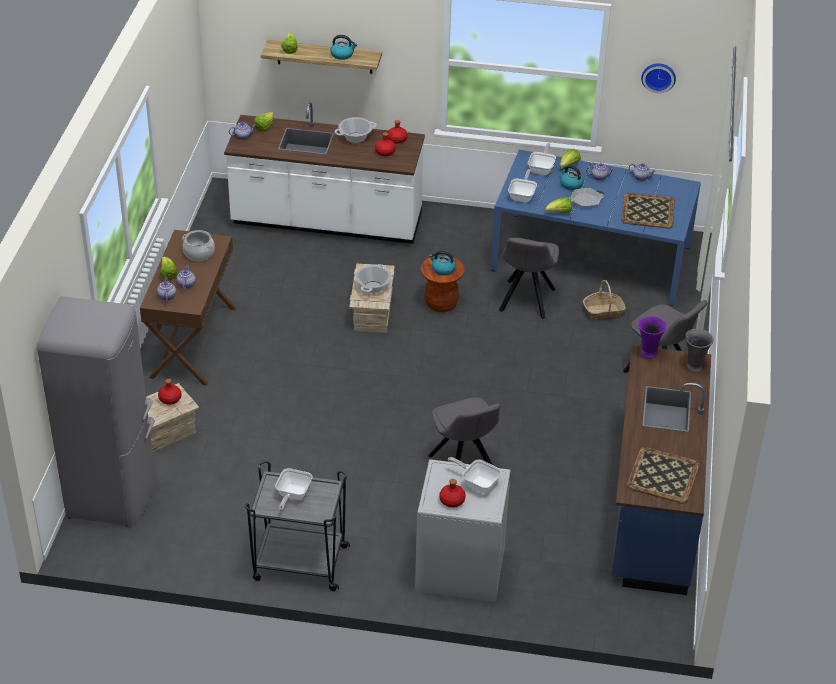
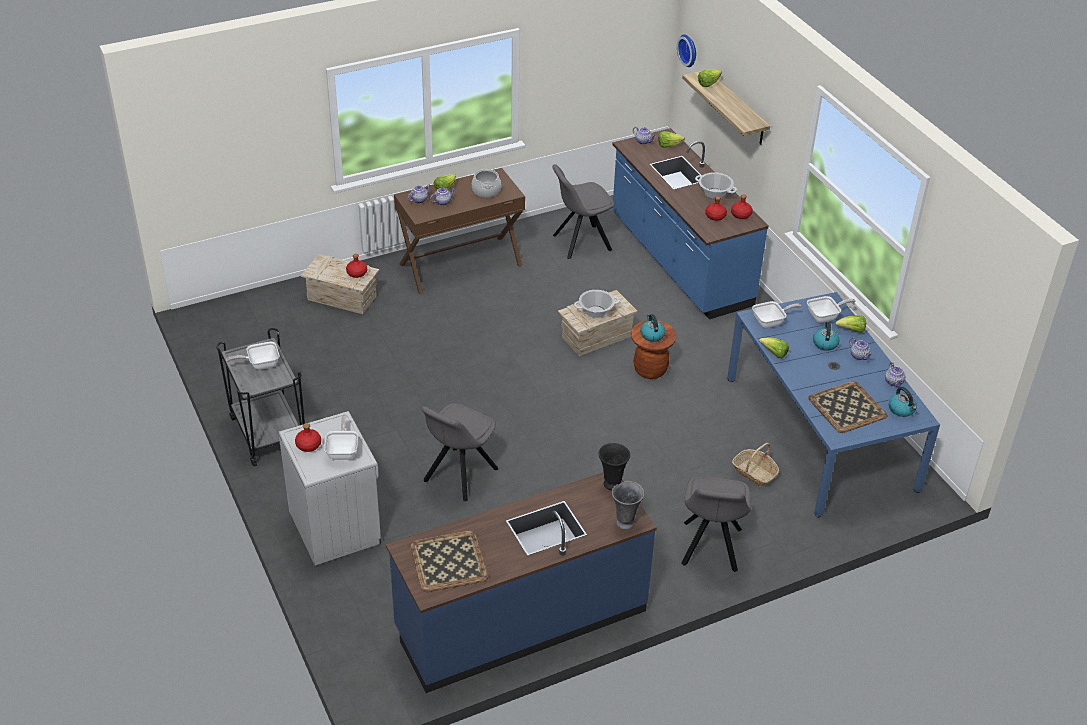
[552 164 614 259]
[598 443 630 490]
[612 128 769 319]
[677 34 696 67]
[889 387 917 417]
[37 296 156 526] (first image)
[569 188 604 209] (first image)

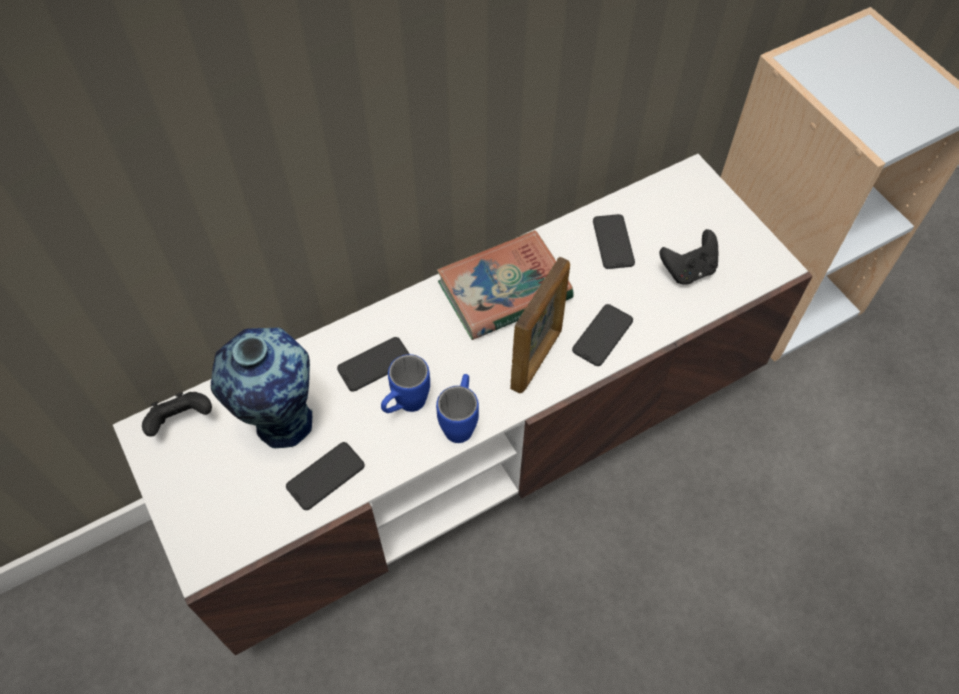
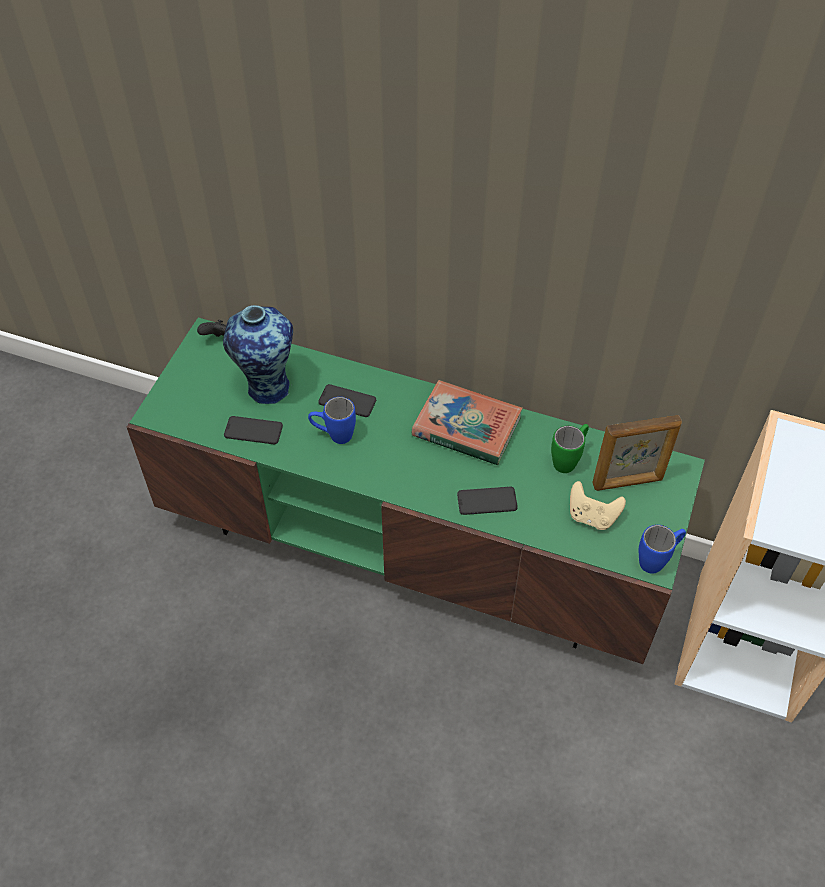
[127 318 705 664]
[551 424 589 473]
[570 481 626 530]
[592 415 682 491]
[639 525 686 574]

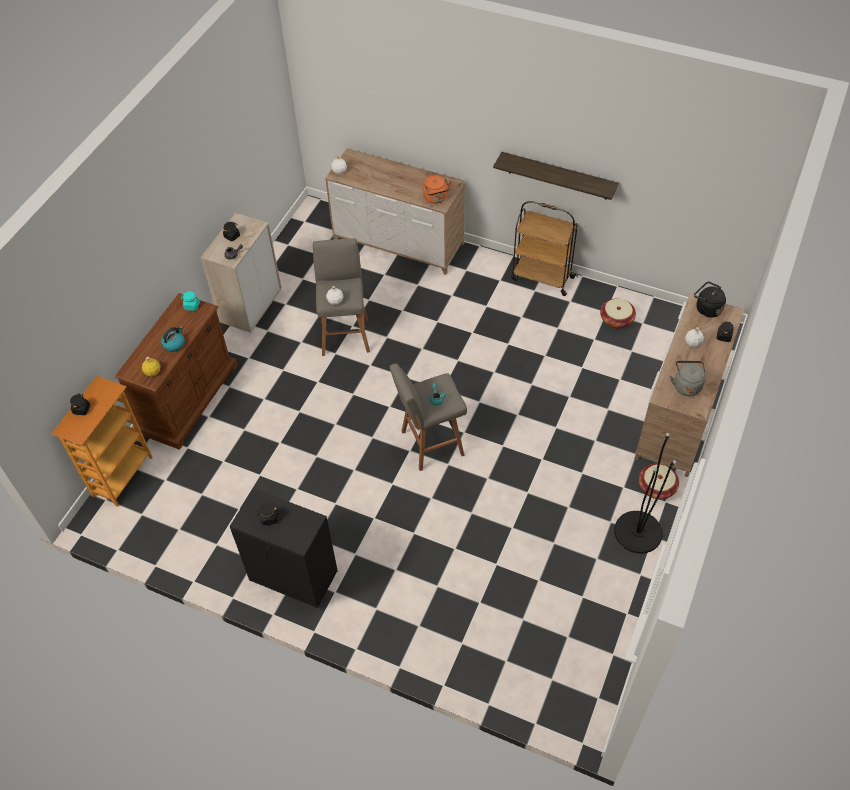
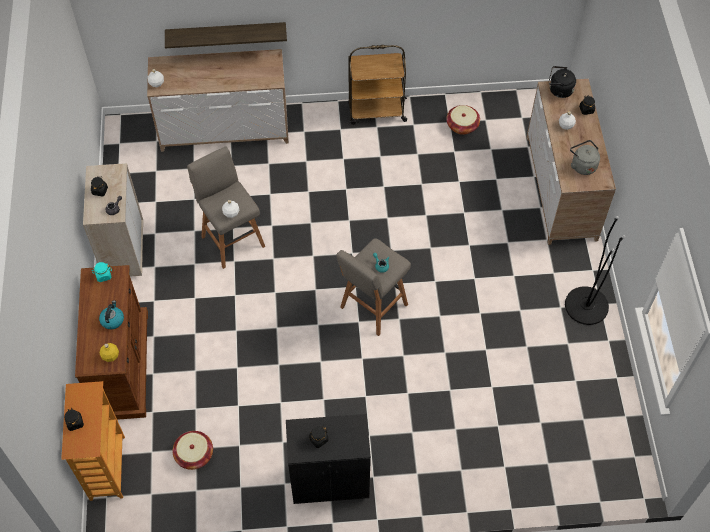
[165 22 287 48]
[173 431 213 470]
[423 175 452 204] (first image)

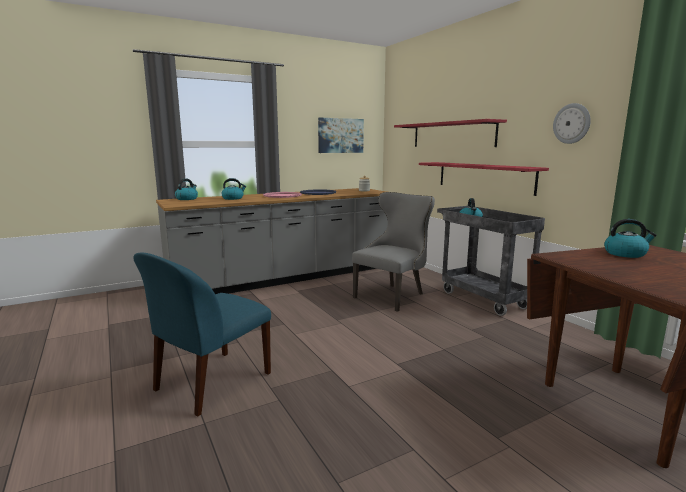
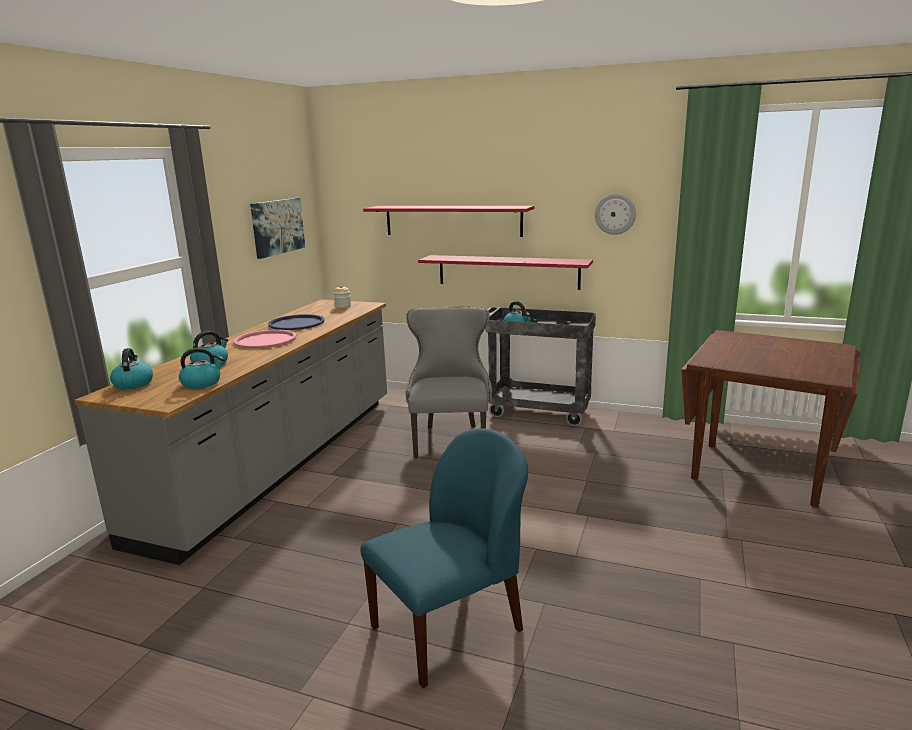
[179 348 225 389]
[360 428 528 688]

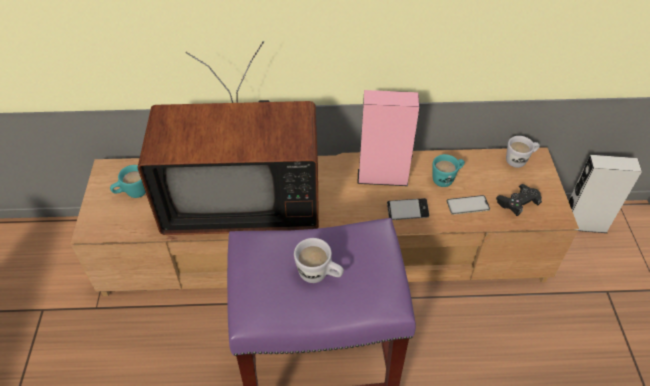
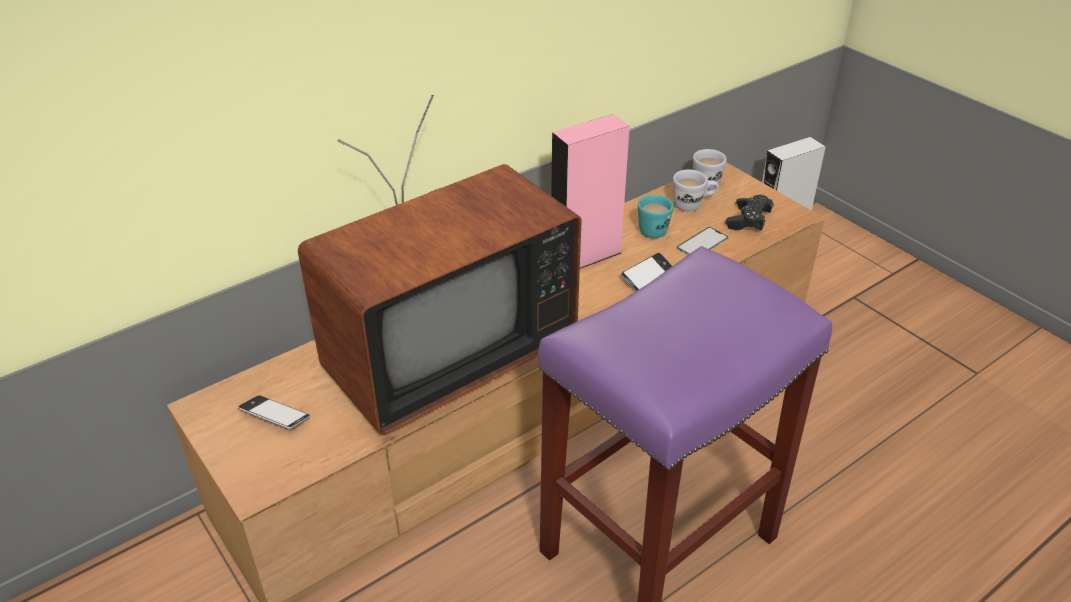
[238 395 310 429]
[673 170 719 211]

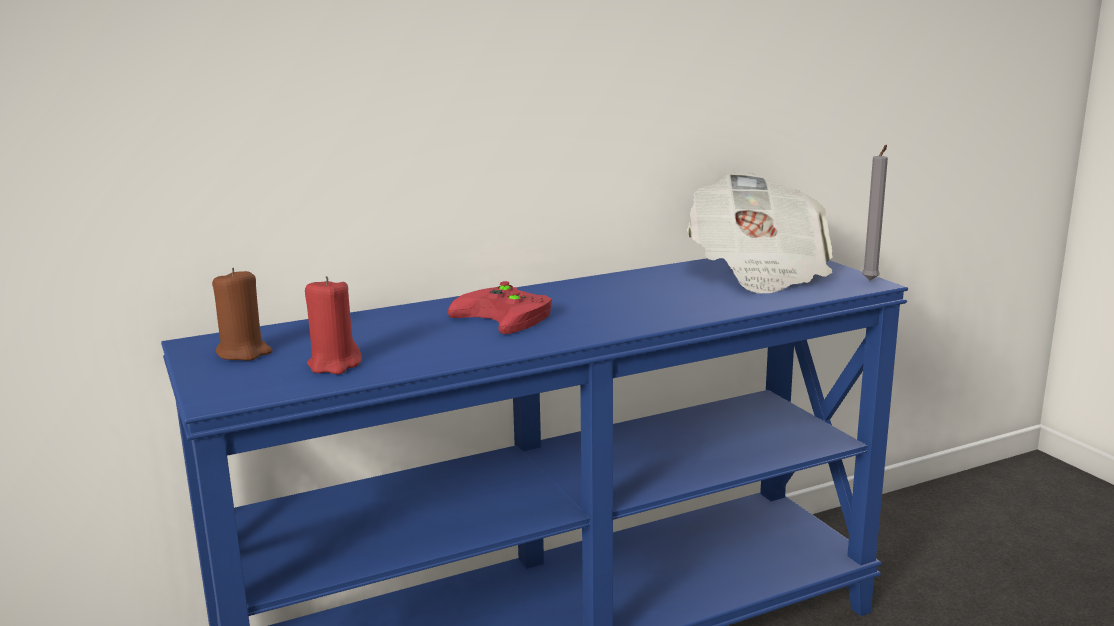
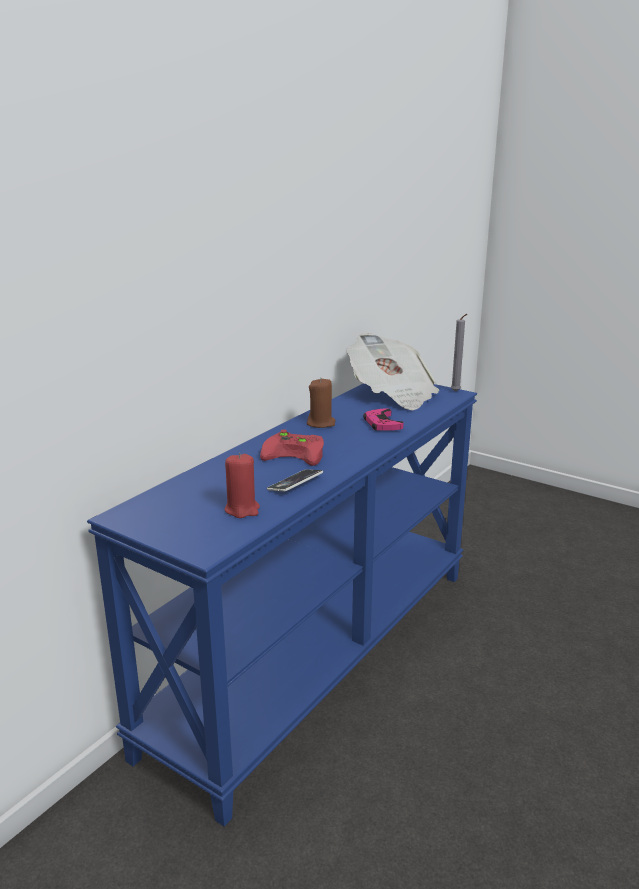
[267 469 323 491]
[307 378 336 428]
[363 408 403 431]

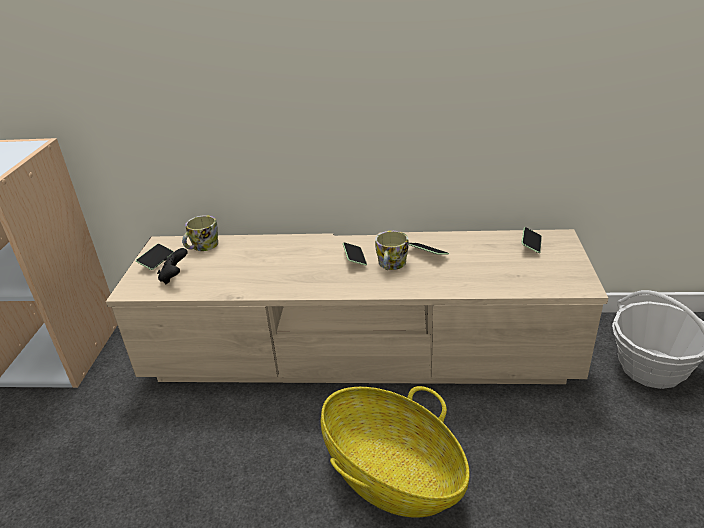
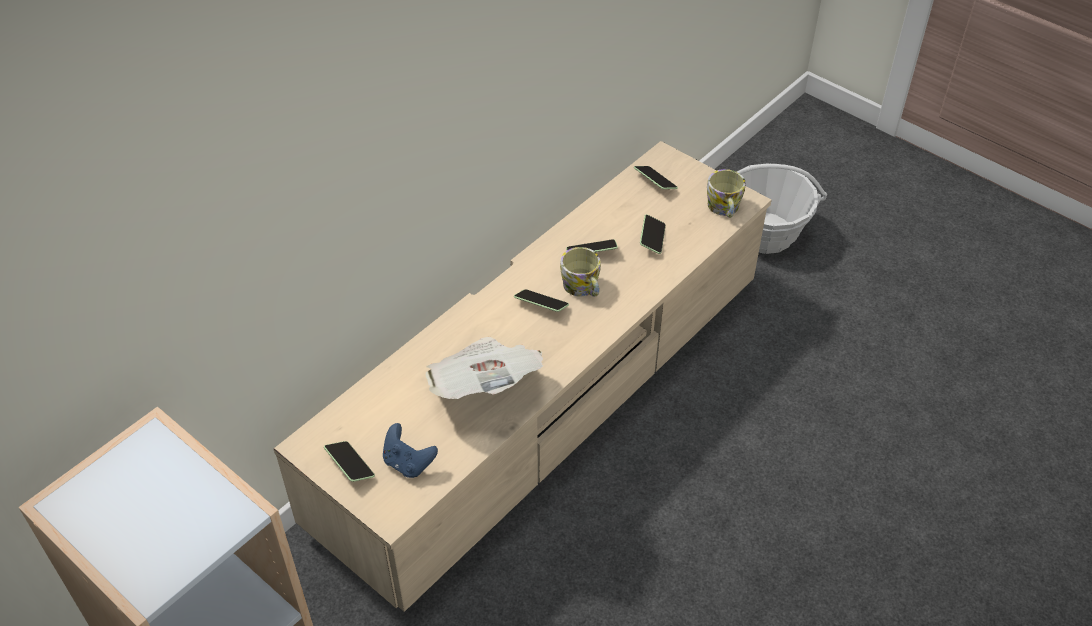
[383 423 438 478]
[426 337 543 399]
[640 214 666 254]
[707 169 746 218]
[321 386 470 518] (first image)

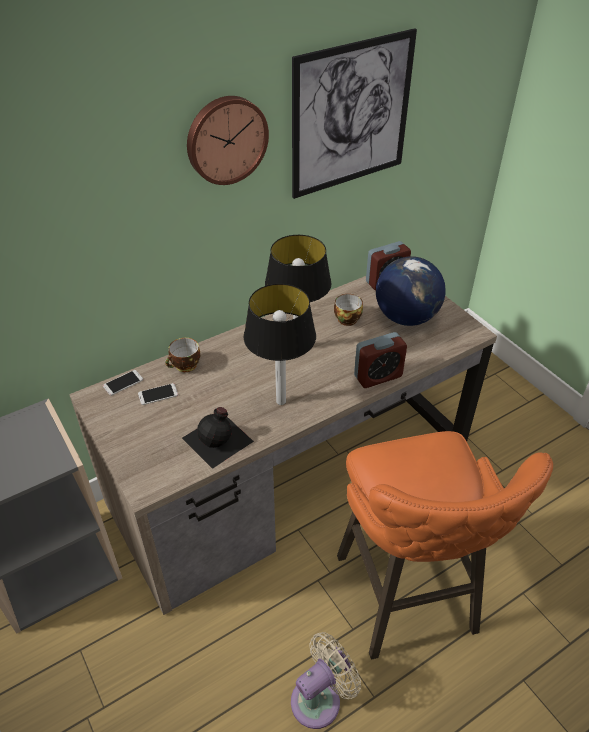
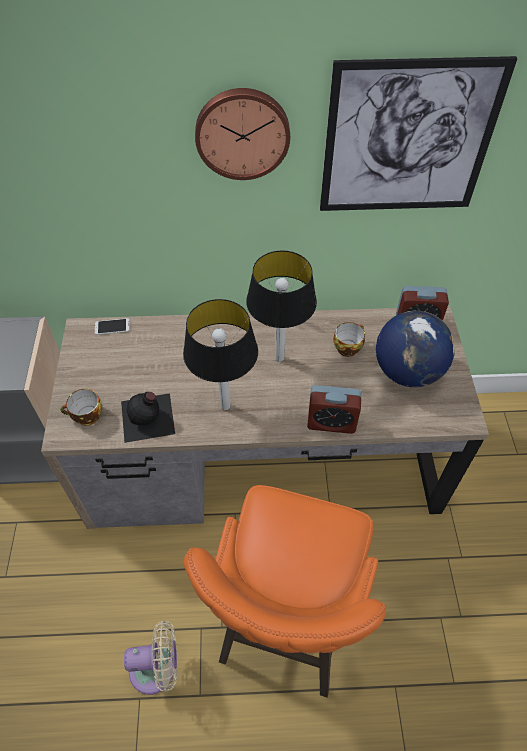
[60 389 102 426]
[138 383 178 405] (first image)

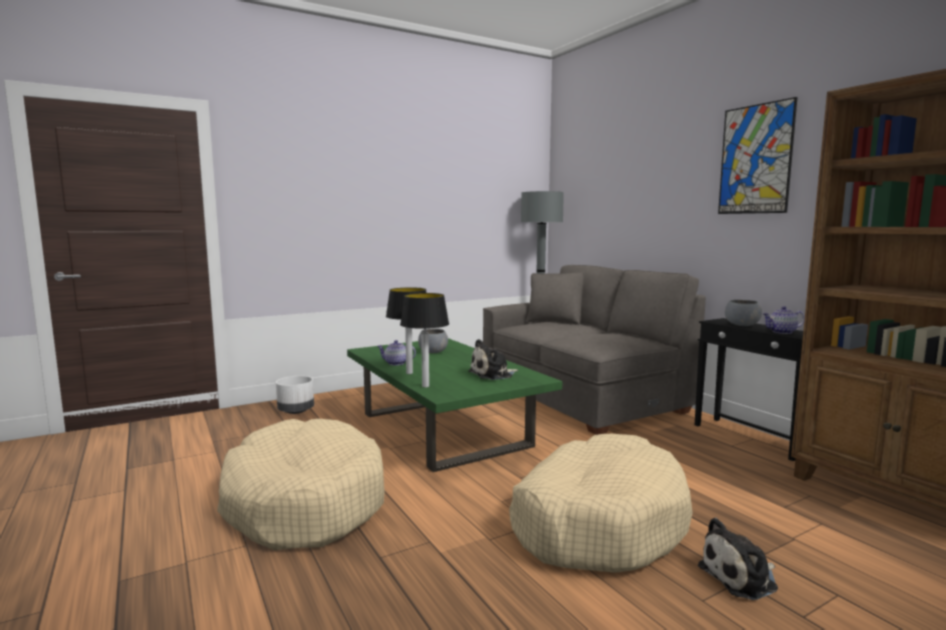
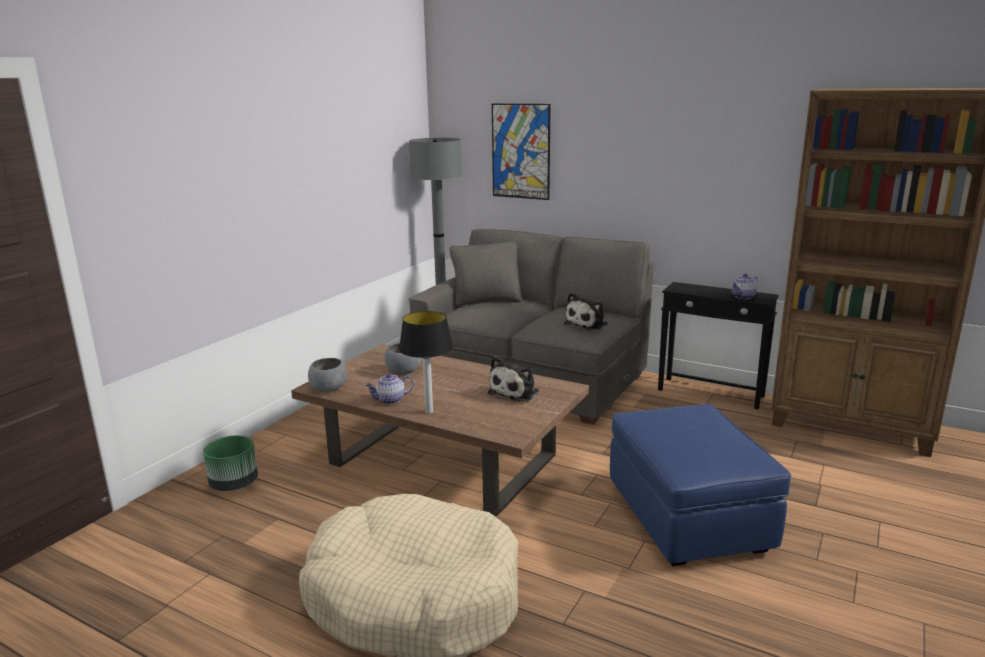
[203 435 258 491]
[291 344 589 516]
[308 358 347 392]
[492 104 551 200]
[564 293 608 330]
[610 404 791 566]
[400 293 449 388] (first image)

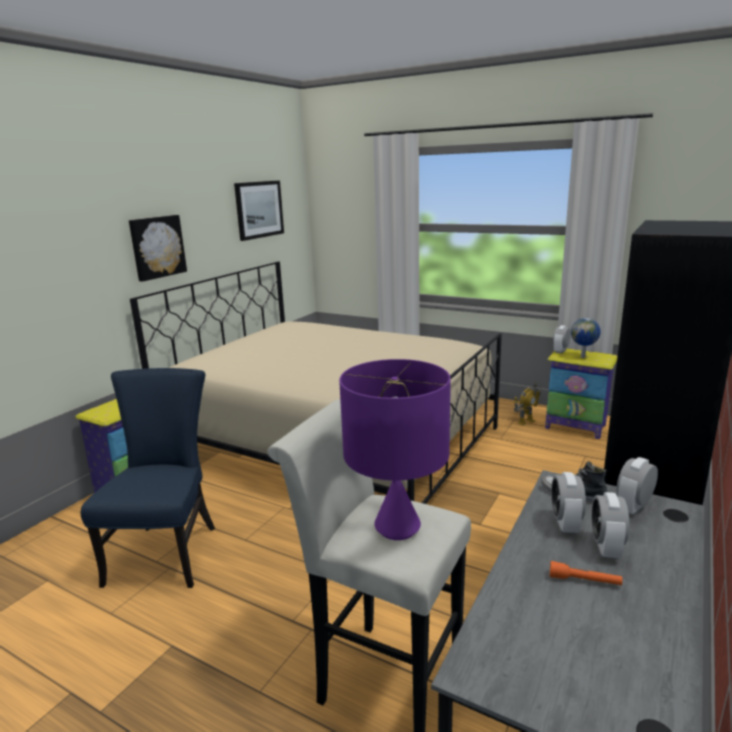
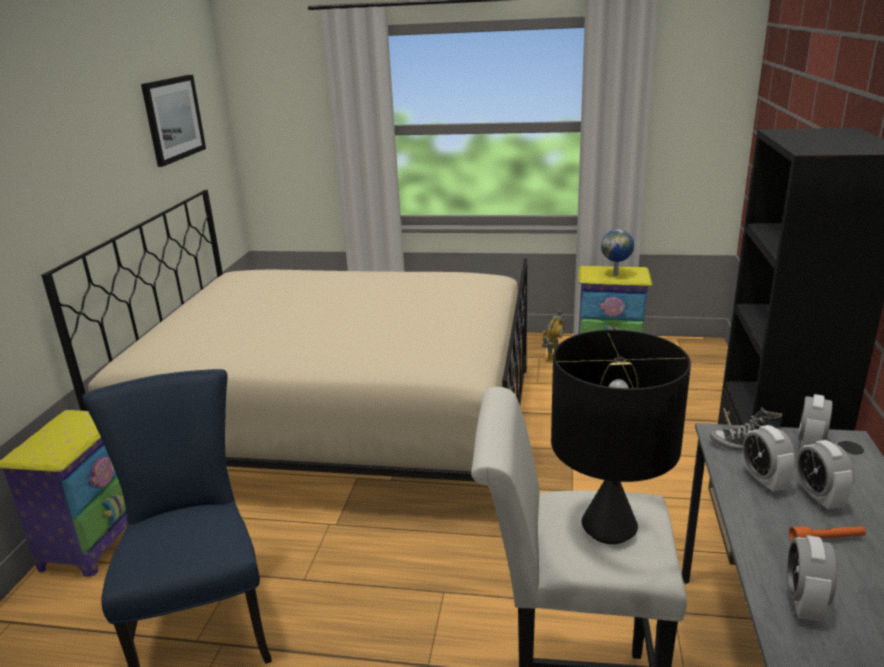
[551 330 691 544]
[787 535 837 622]
[129 215 187 282] (first image)

